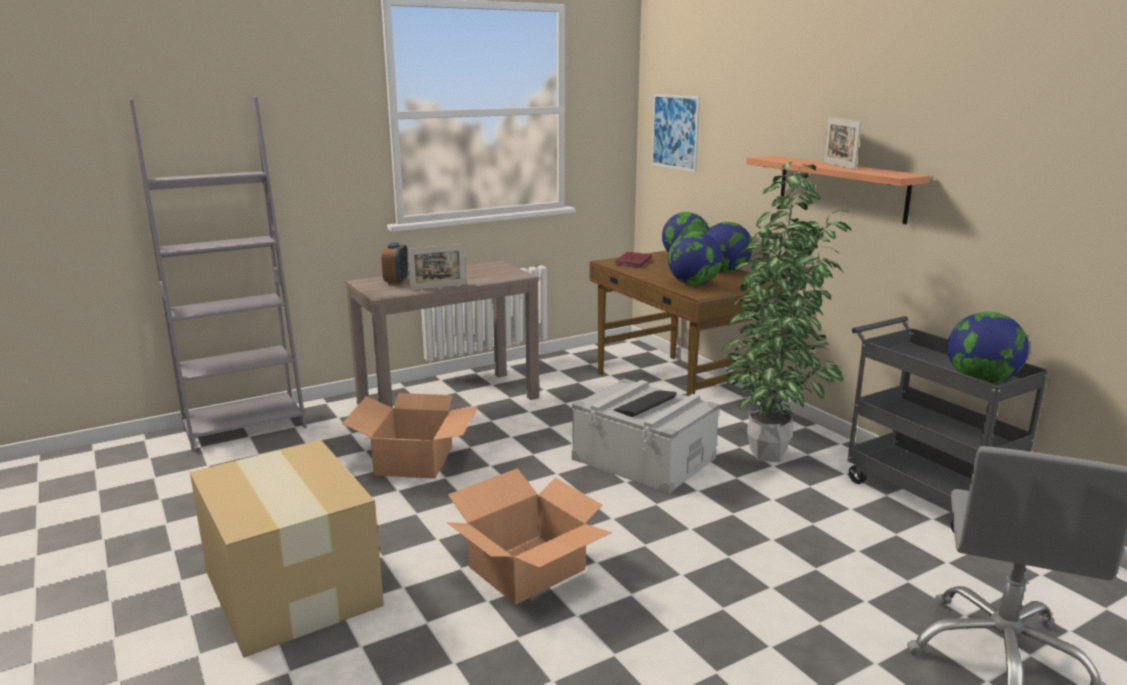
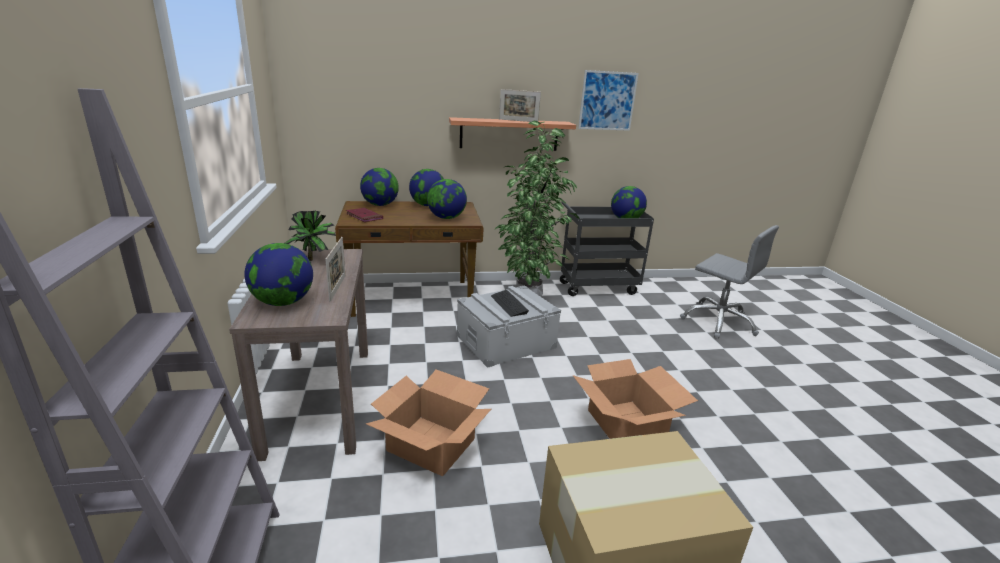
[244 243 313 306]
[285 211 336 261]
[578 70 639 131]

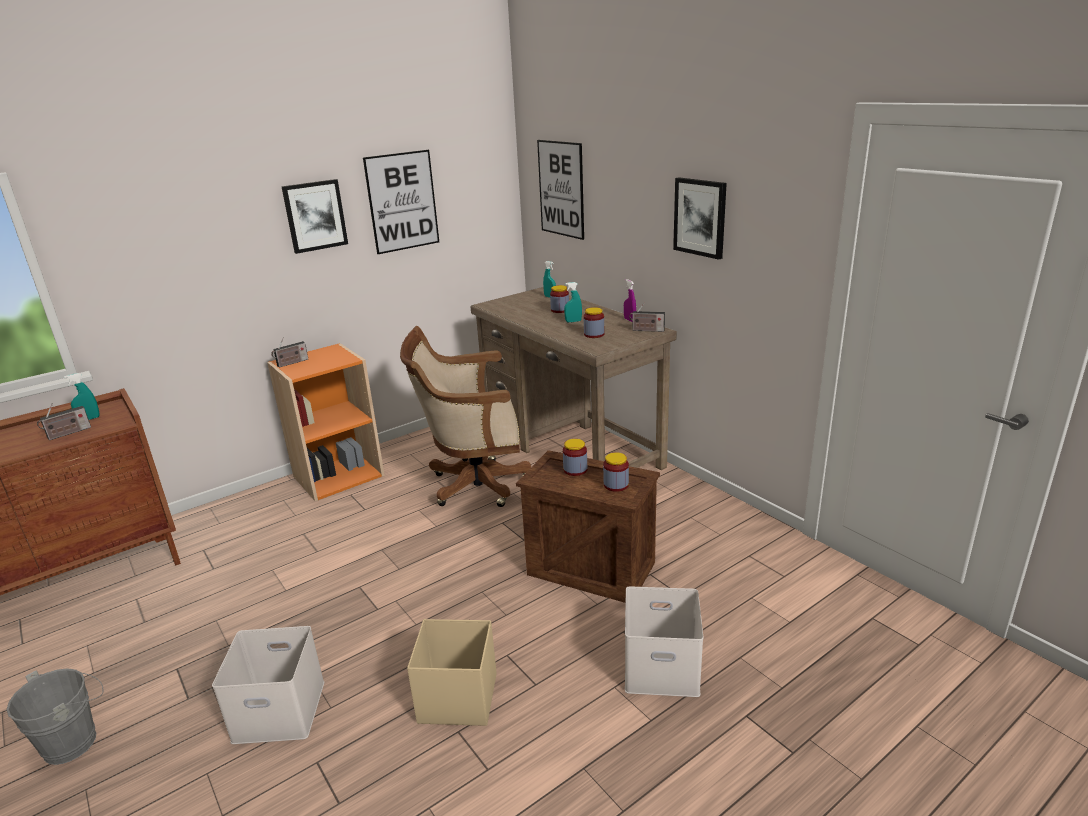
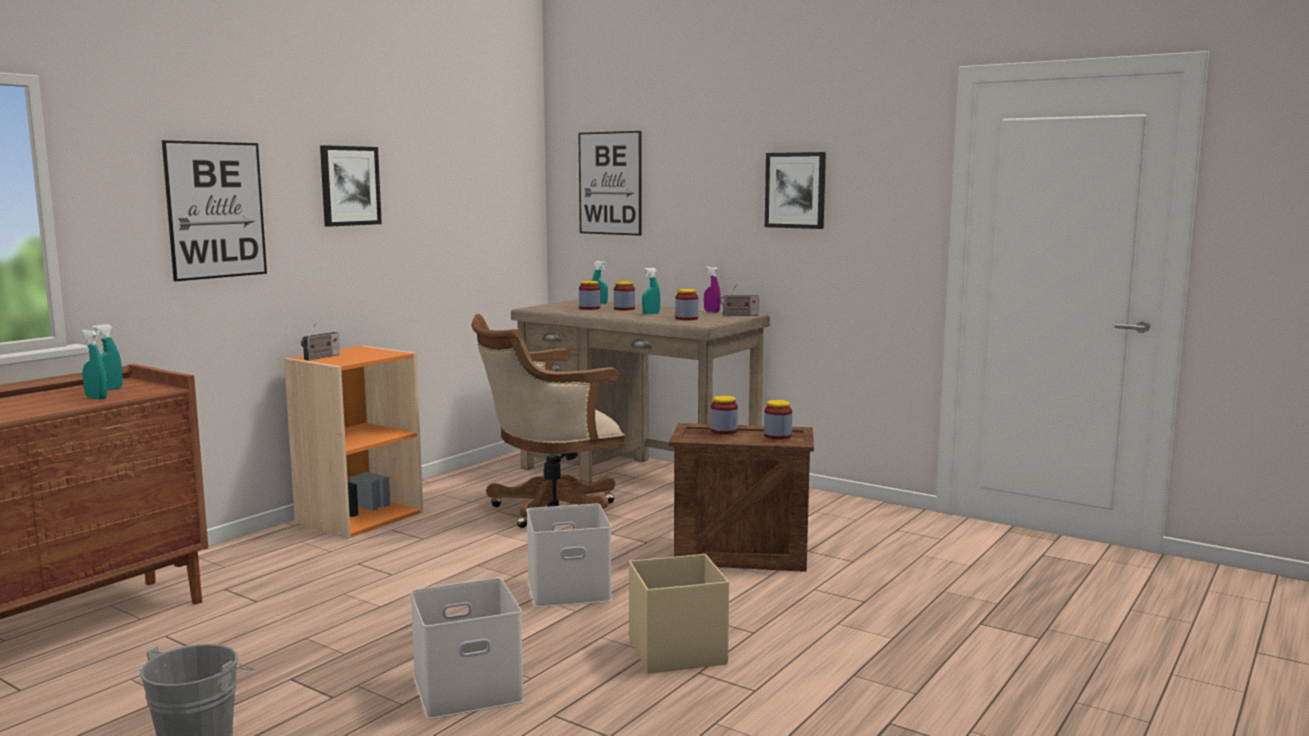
[82 330 107 400]
[162 140 267 281]
[527 504 612 608]
[579 281 600 310]

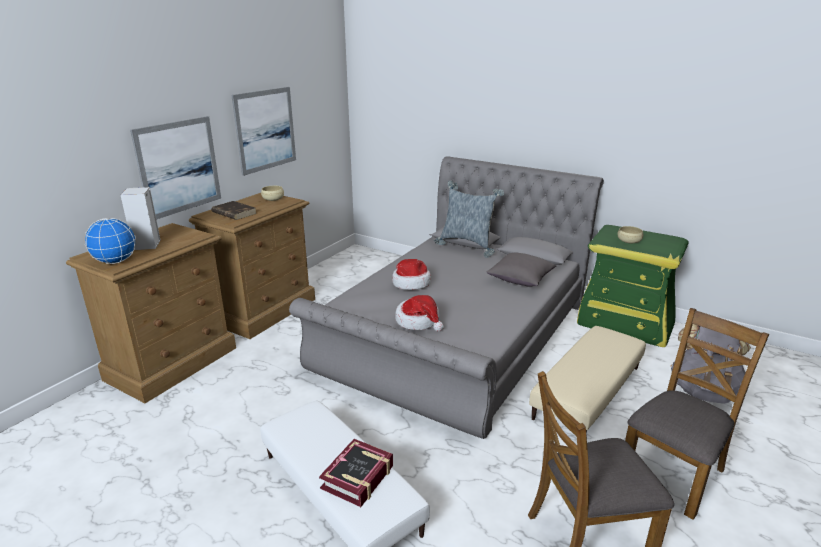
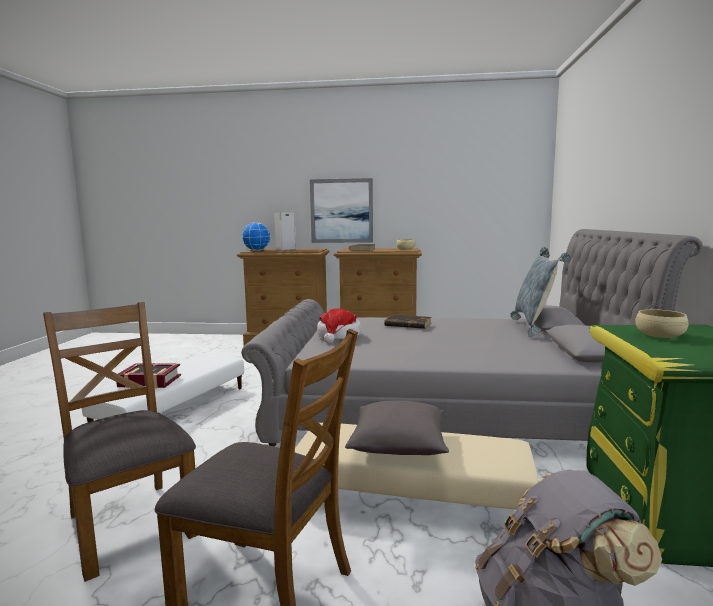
[345 401 449 455]
[384 315 431 329]
[231 87 296 176] (first image)

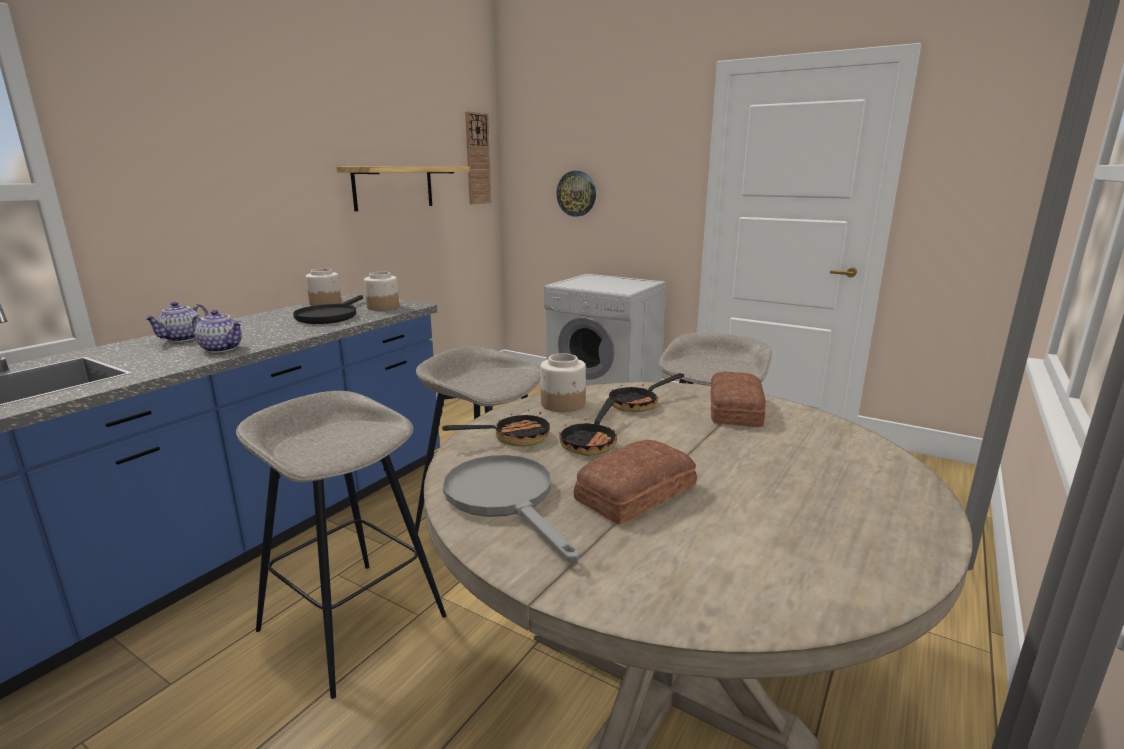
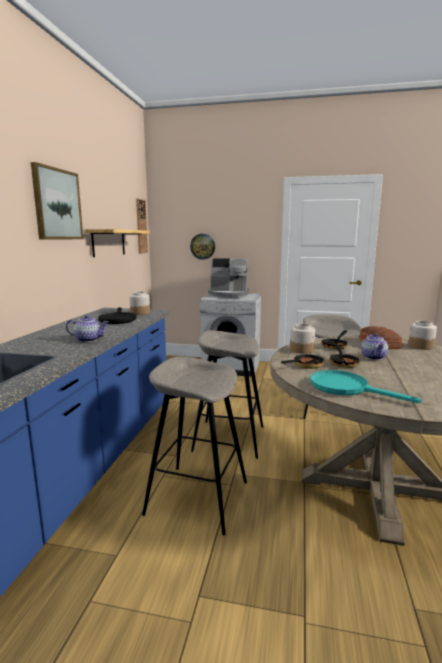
[31 162 83 240]
[208 258 249 298]
[311 370 422 403]
[361 333 388 360]
[409 321 437 350]
[574 440 697 525] (first image)

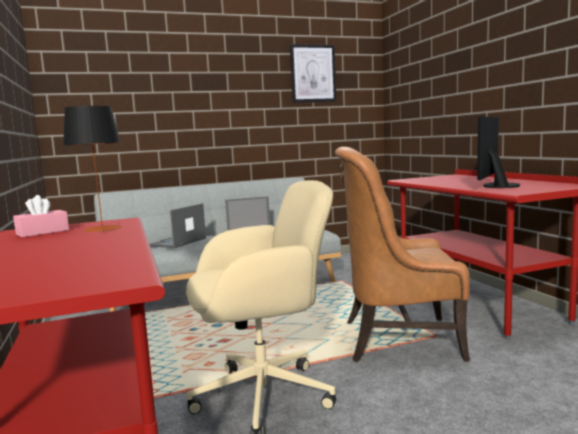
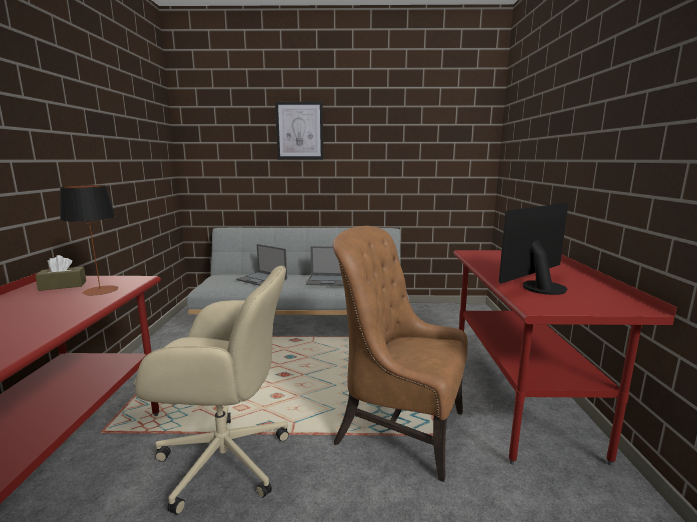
[35 255 86 291]
[236 244 287 286]
[275 102 323 160]

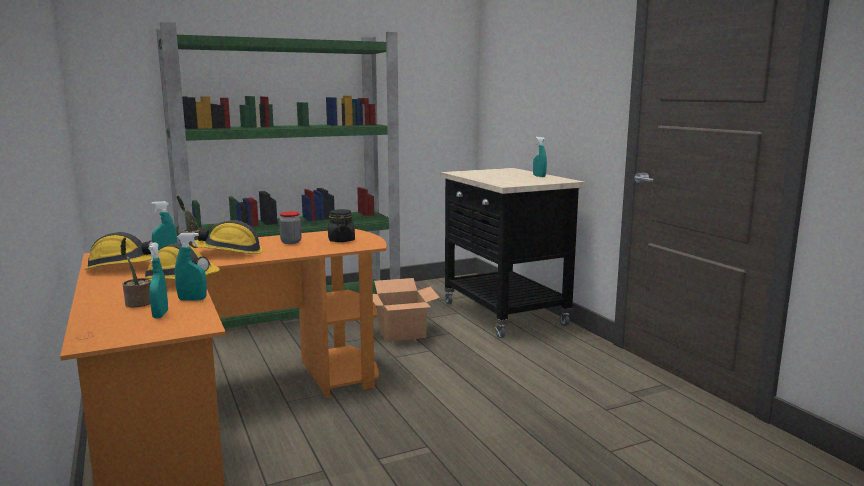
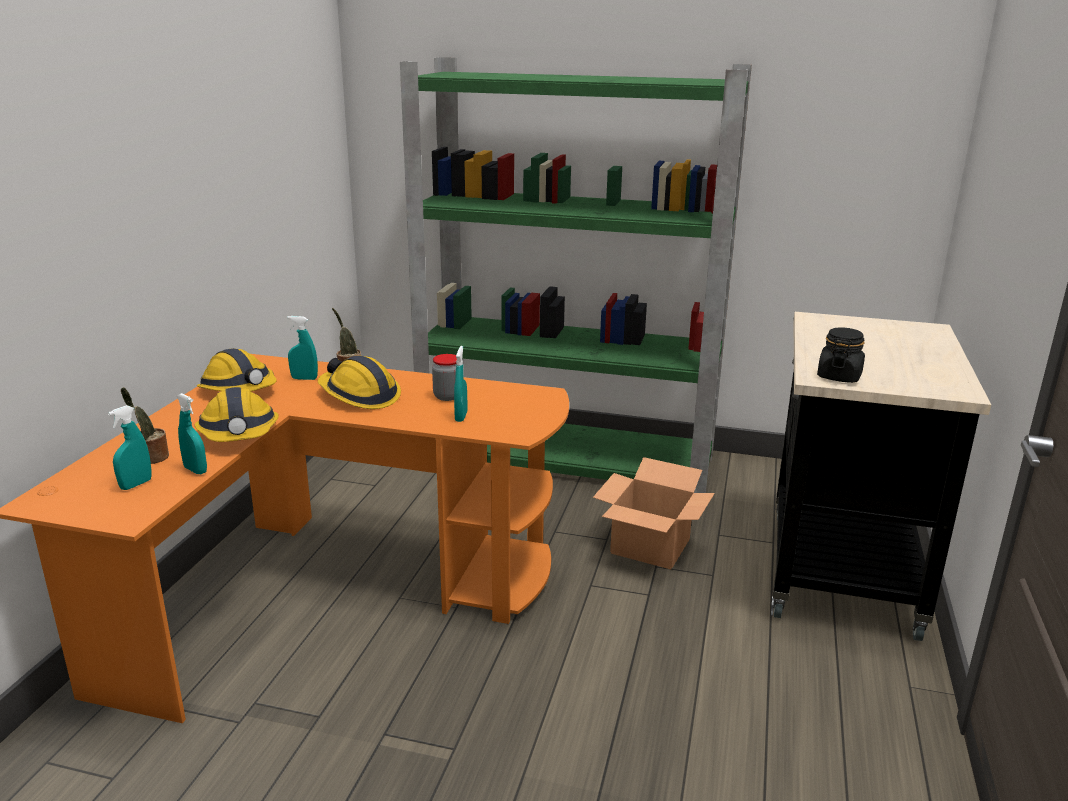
[454 346 467 422]
[817 327 865 383]

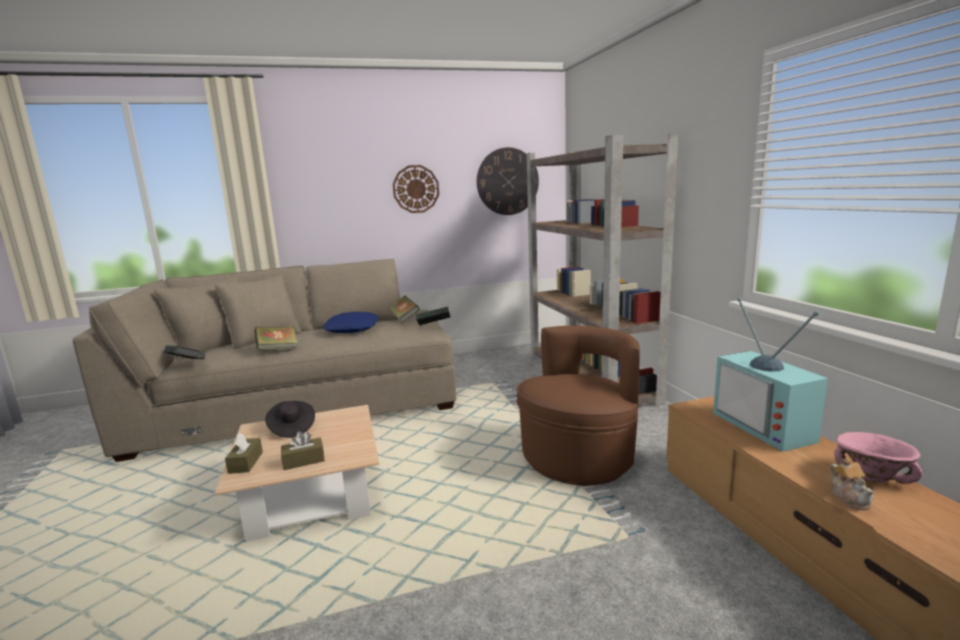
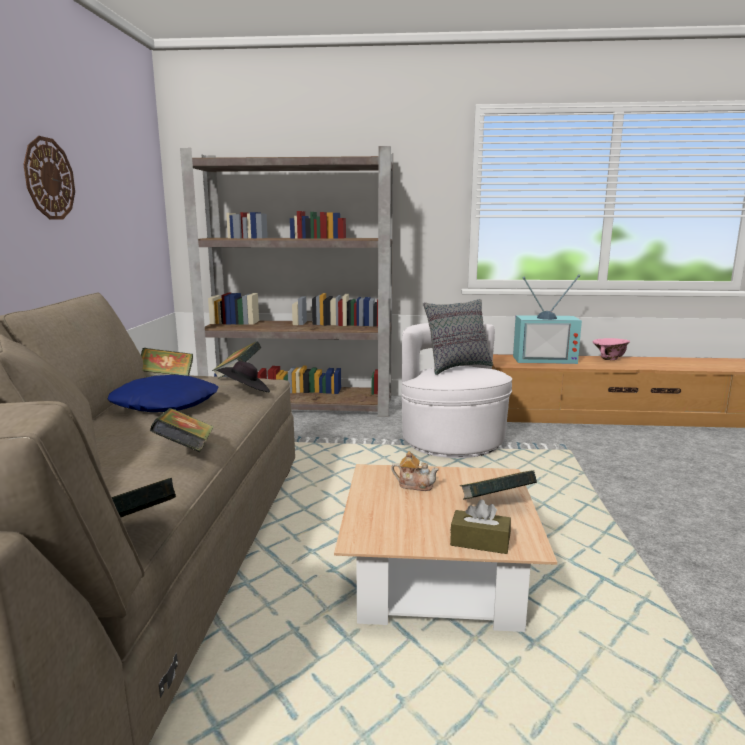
[217 361 270 392]
[391 451 439 491]
[401 323 512 458]
[423 299 493 375]
[460 470 537 499]
[477 147 539 215] (first image)

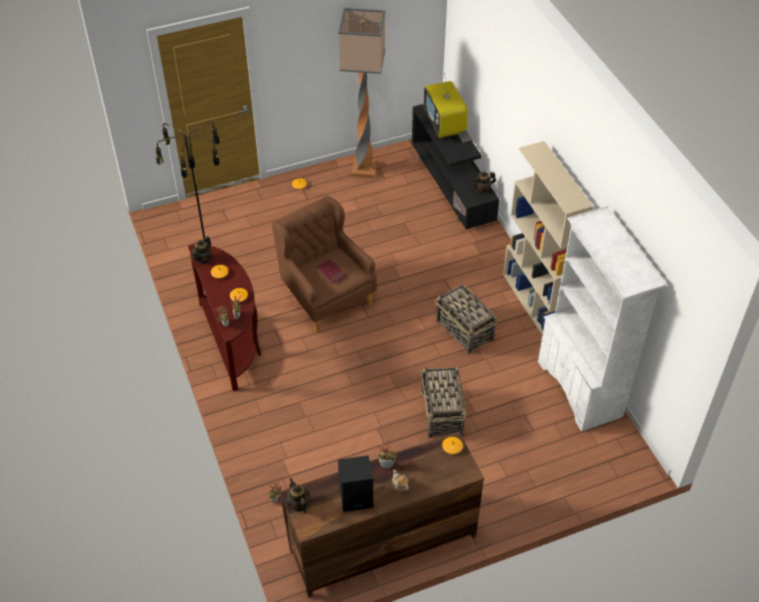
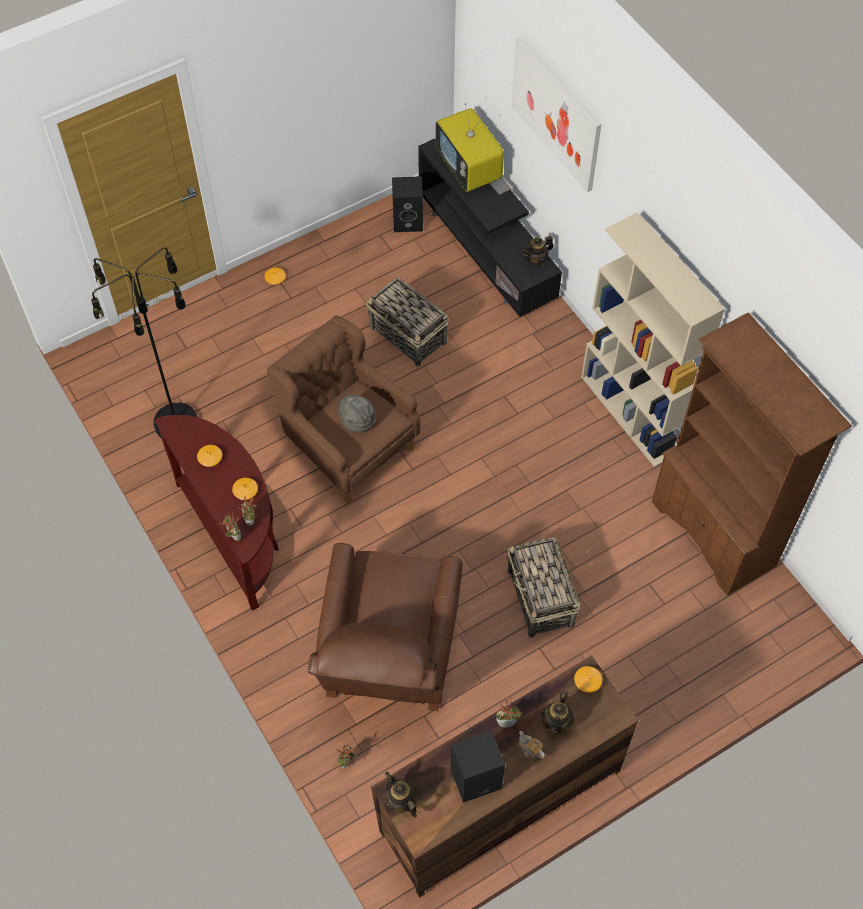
[307 543 463 711]
[338 394 376 433]
[366 278 449 367]
[392 176 423 232]
[511 37 601 192]
[541 691 574 735]
[652 312 852 596]
[338 8 386 179] (first image)

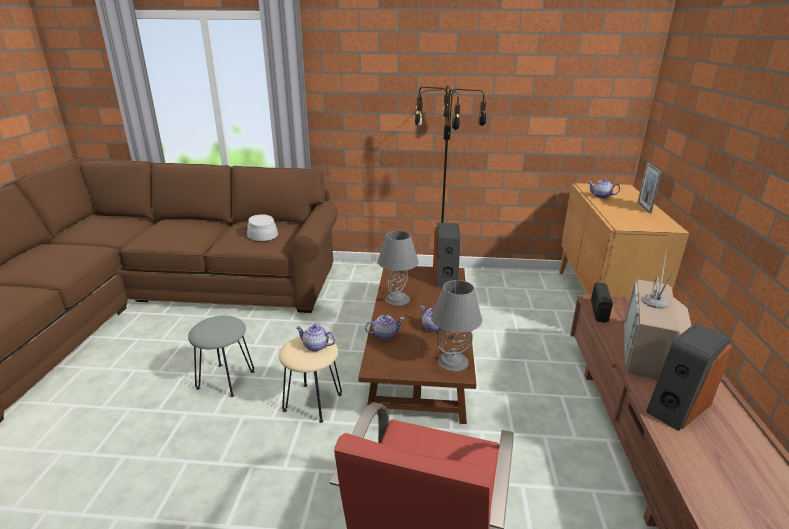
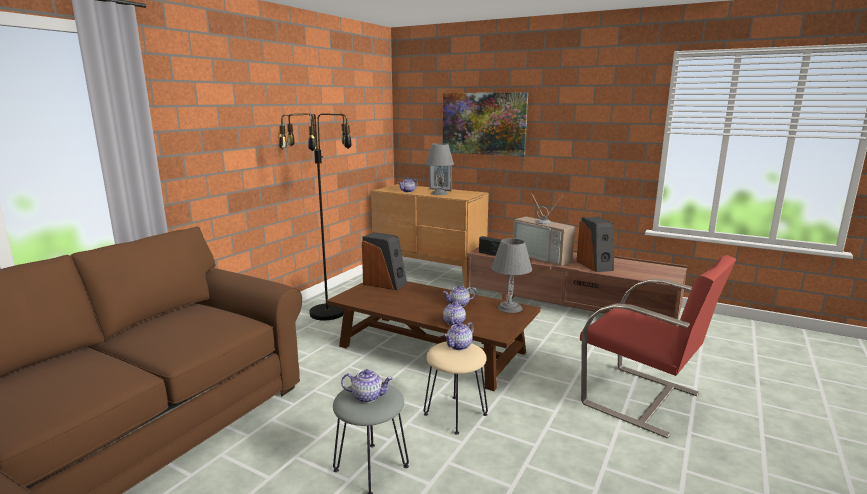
[341 369 393 403]
[426 143 454 195]
[443 93 528 157]
[246 214 278 241] (first image)

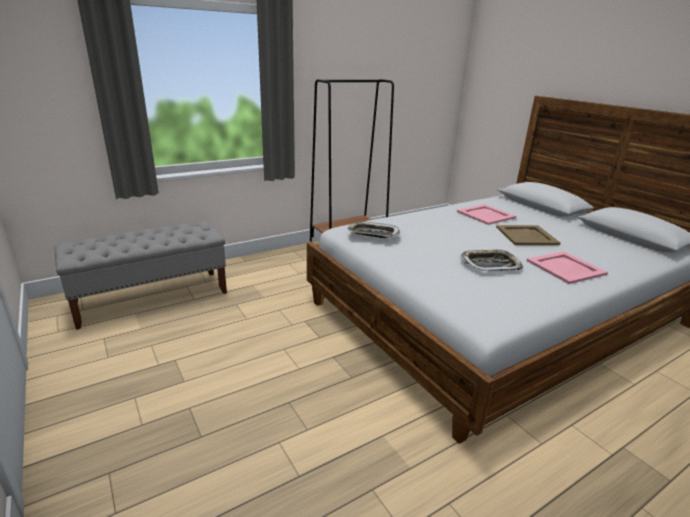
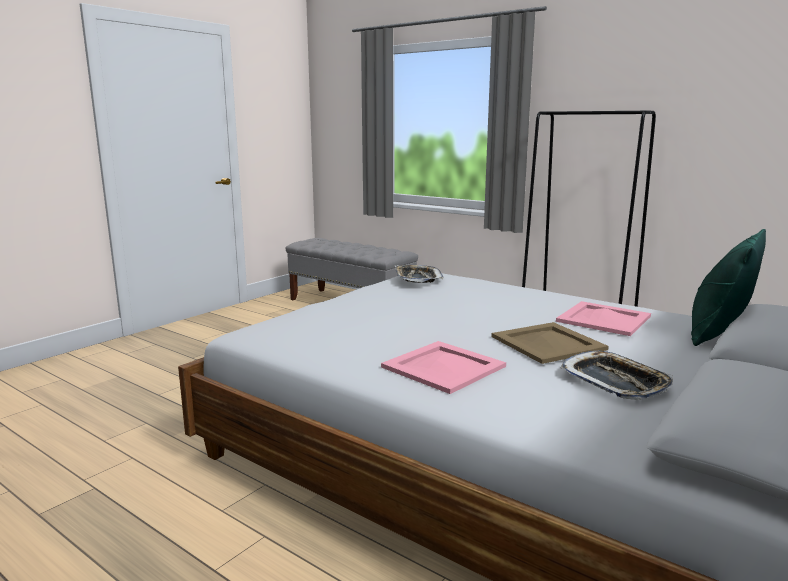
[560 351 673 400]
[691 229 766 346]

